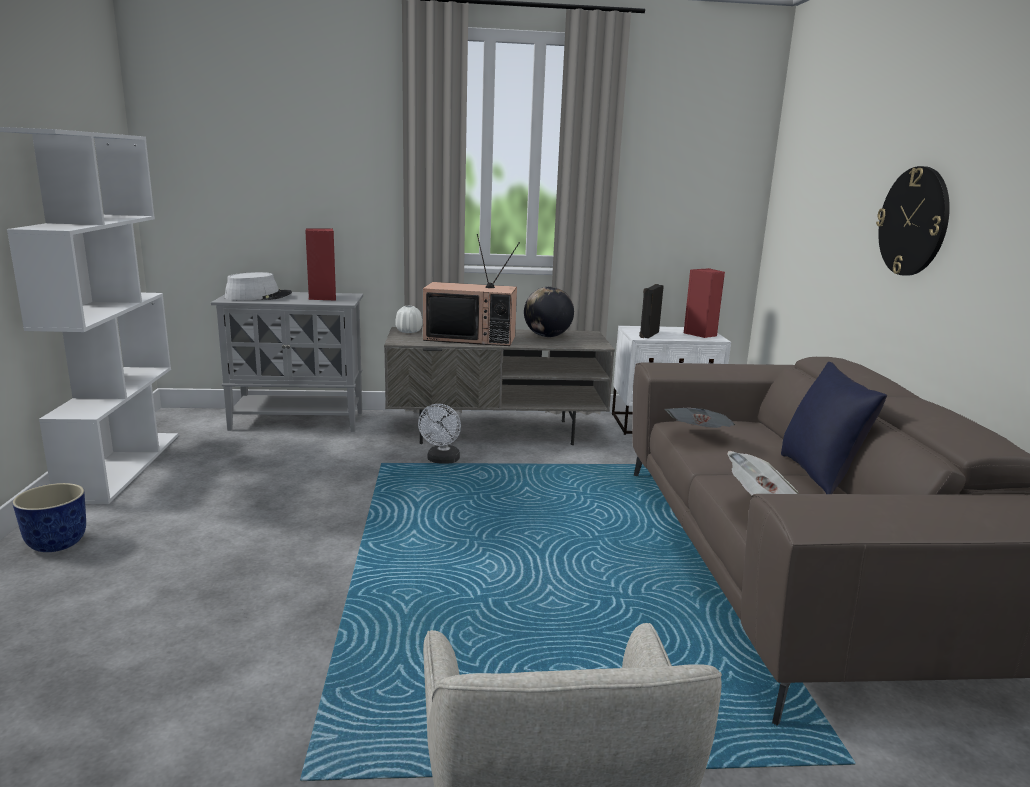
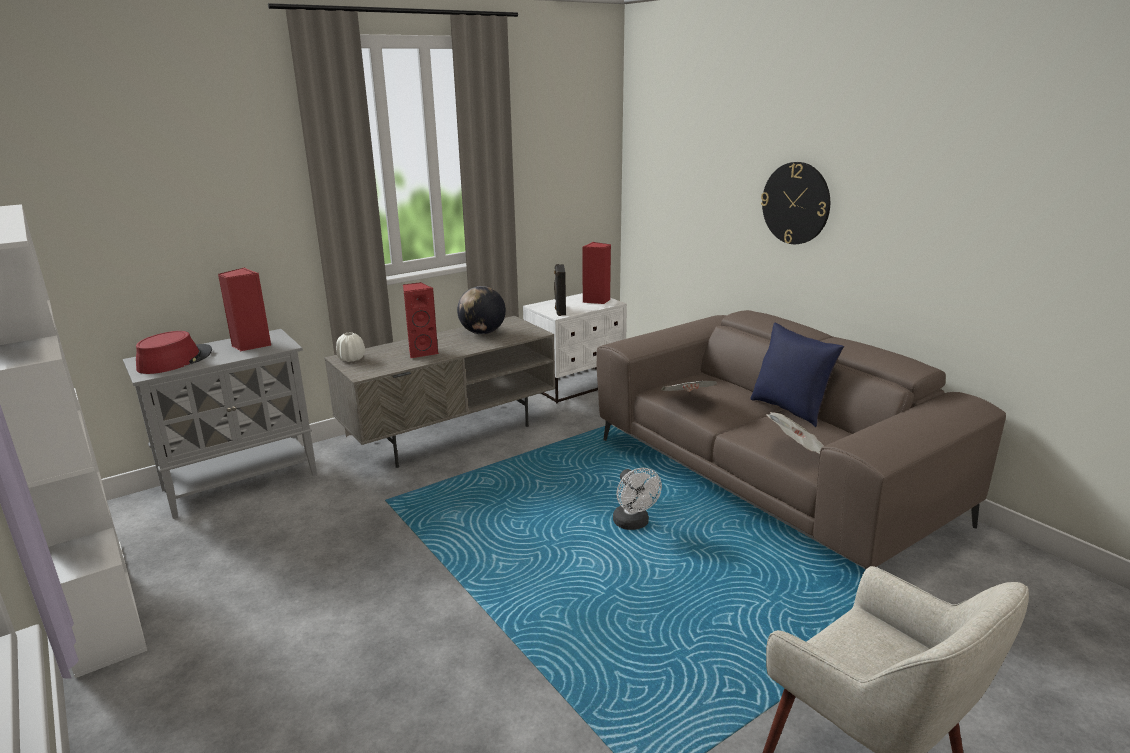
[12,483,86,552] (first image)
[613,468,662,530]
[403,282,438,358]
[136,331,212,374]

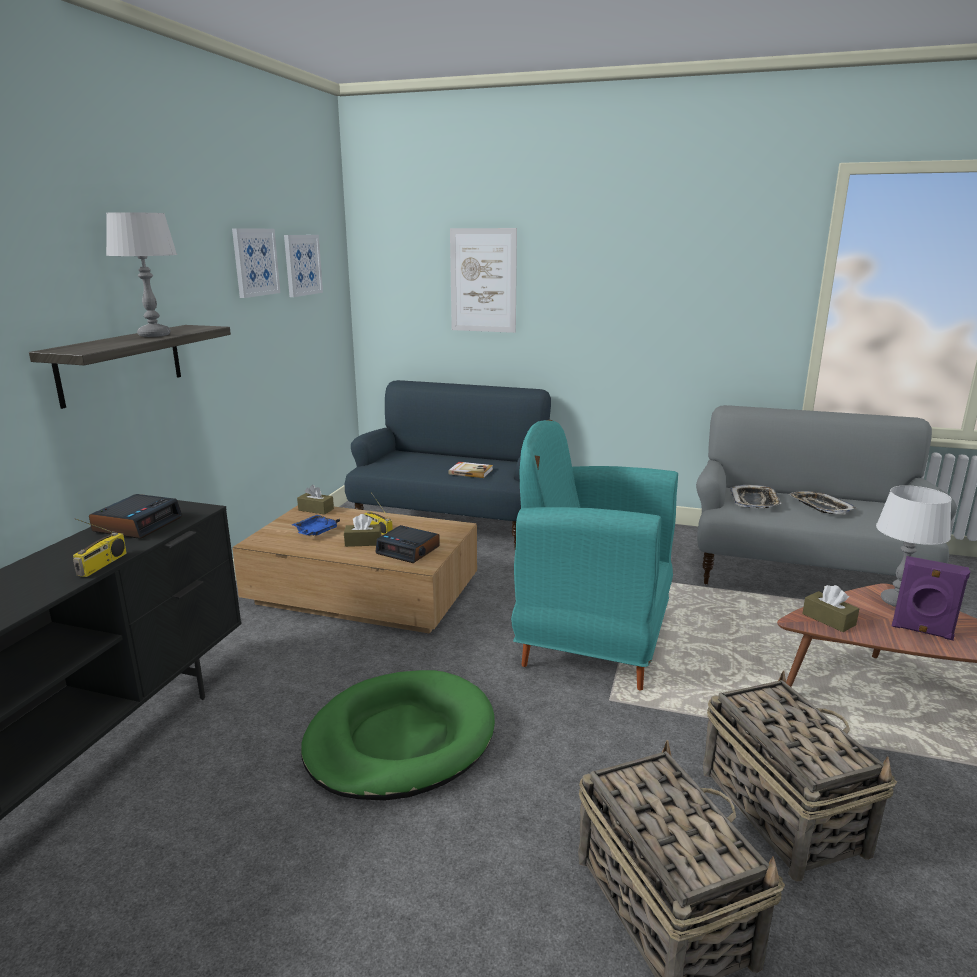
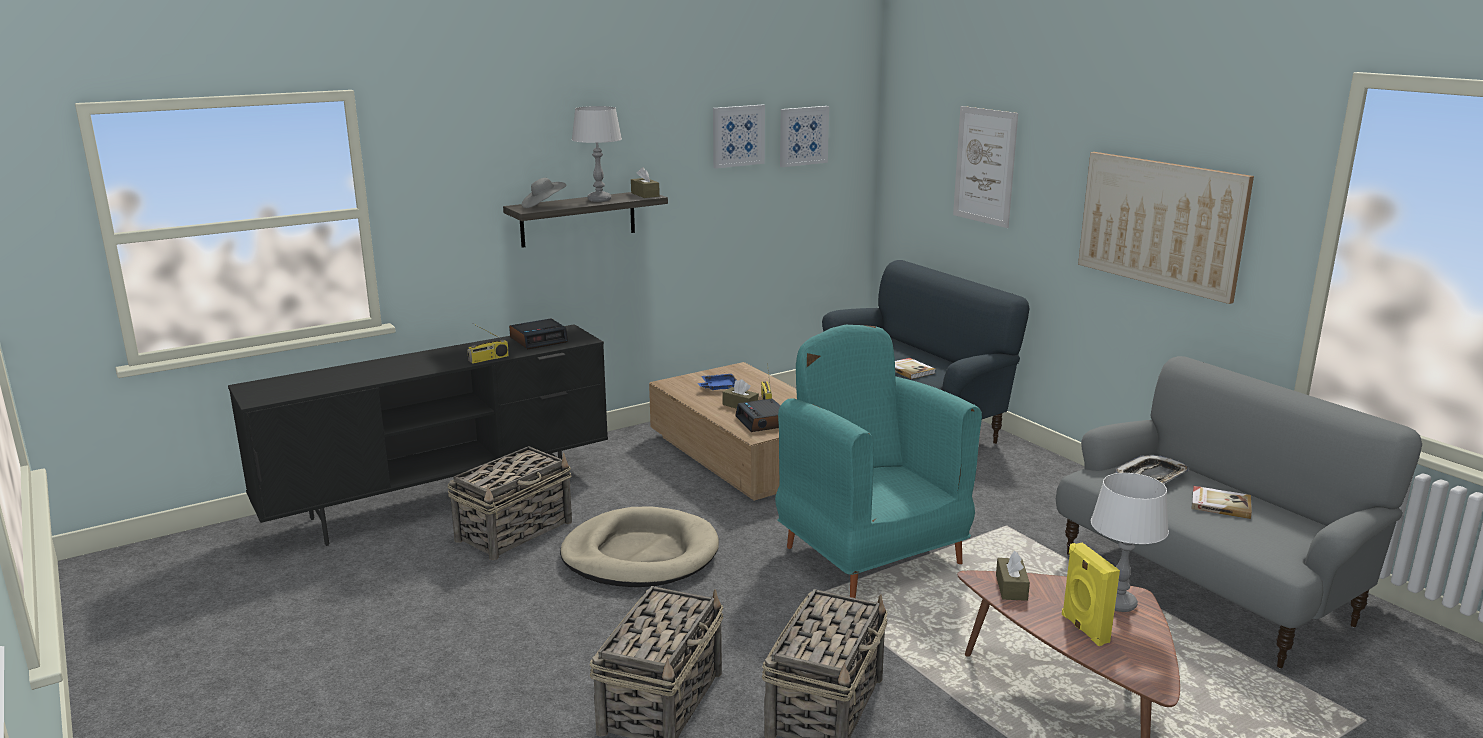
[448,446,572,560]
[522,178,567,208]
[1078,152,1254,304]
[631,167,660,198]
[1191,486,1252,519]
[560,506,719,587]
[1062,543,1120,646]

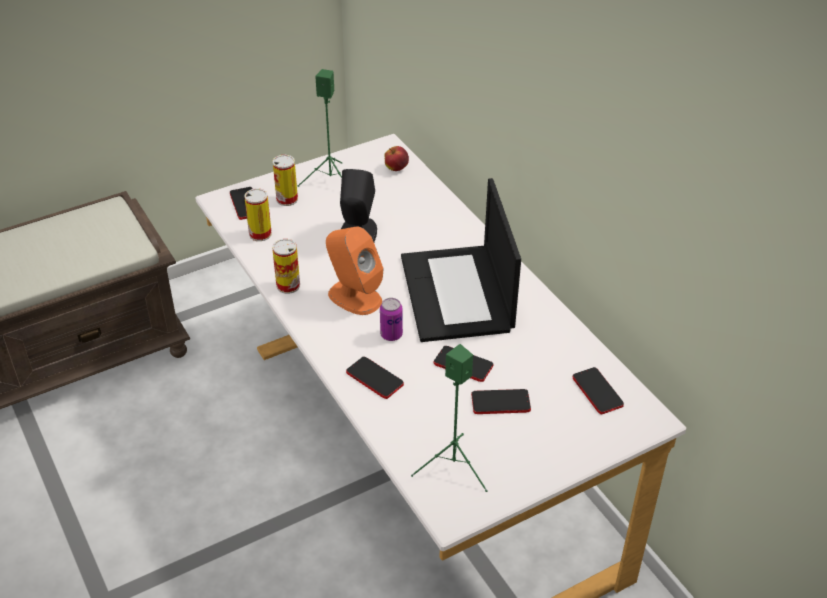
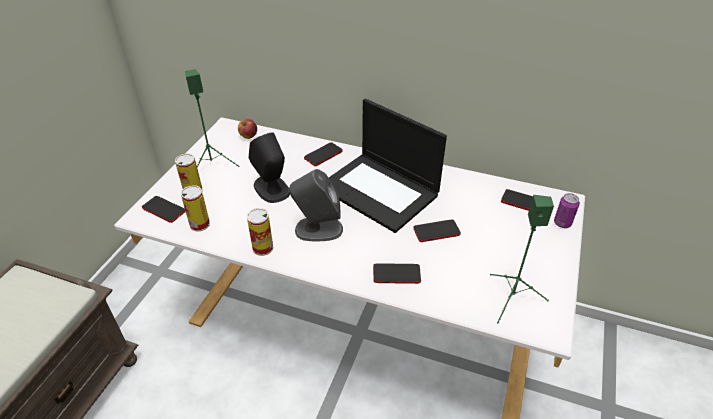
[554,193,580,228]
[304,142,343,166]
[289,169,343,241]

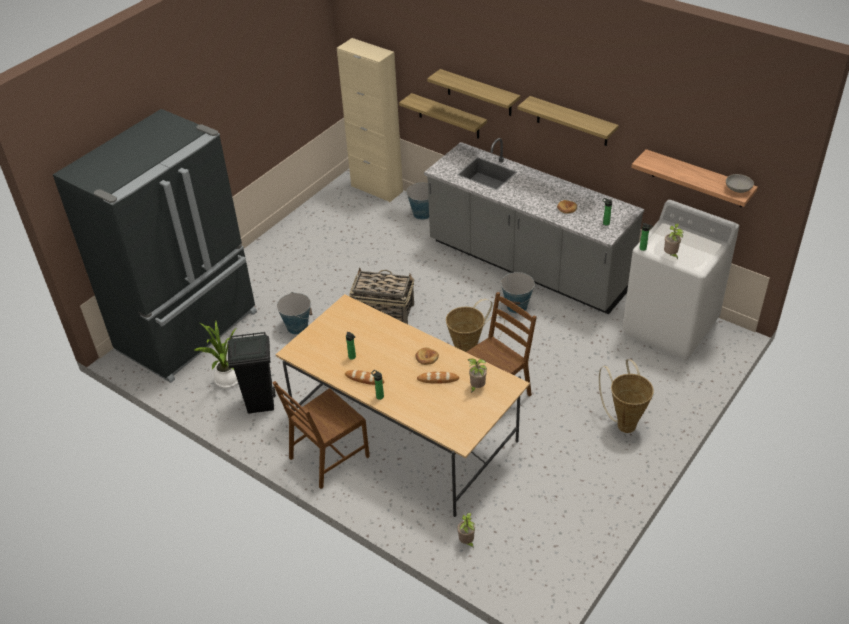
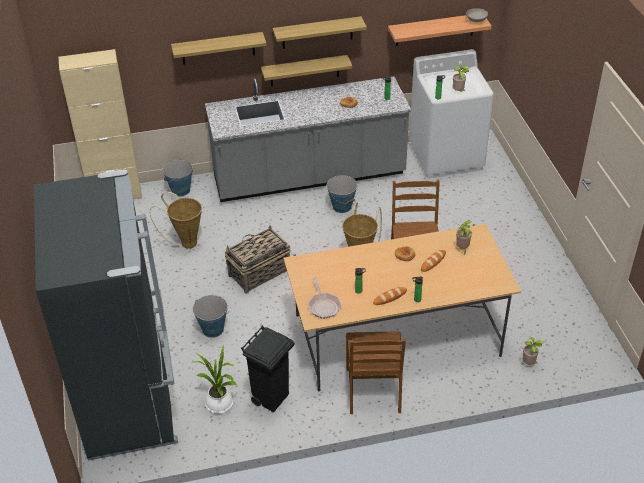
[308,277,342,319]
[261,55,353,86]
[150,192,202,249]

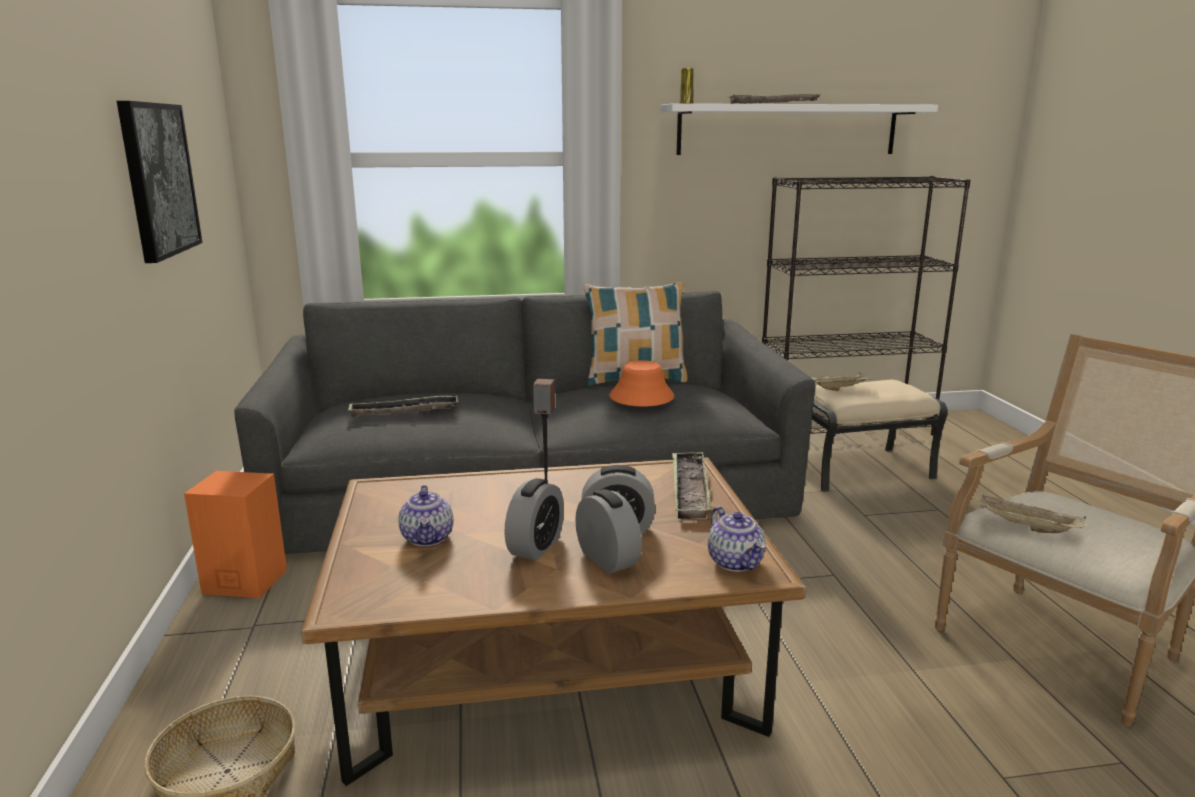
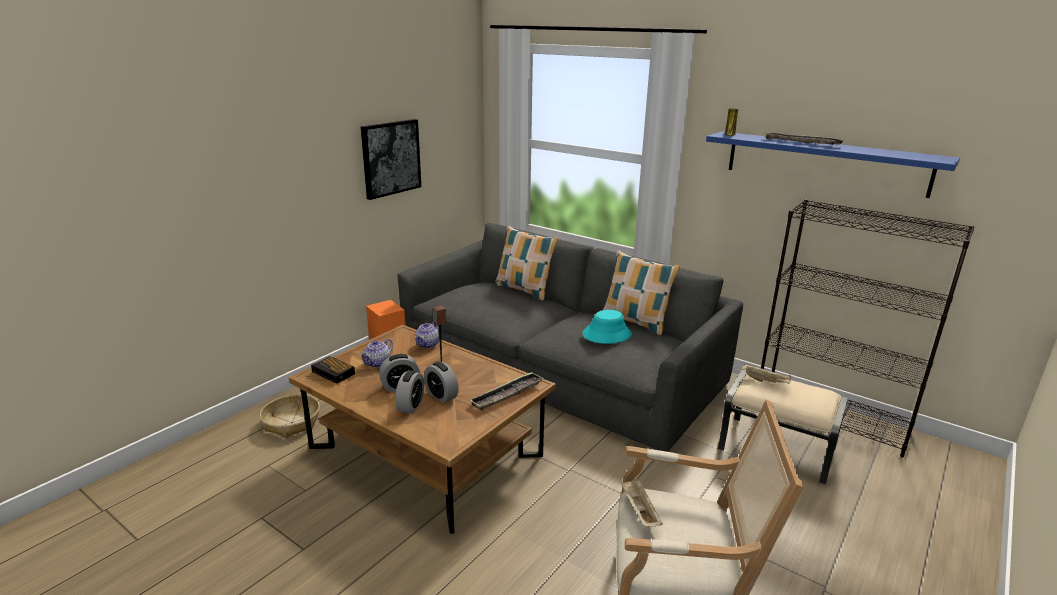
[348,395,458,417] (first image)
[311,356,355,384]
[494,226,558,300]
[415,323,439,348]
[582,310,632,344]
[706,132,960,198]

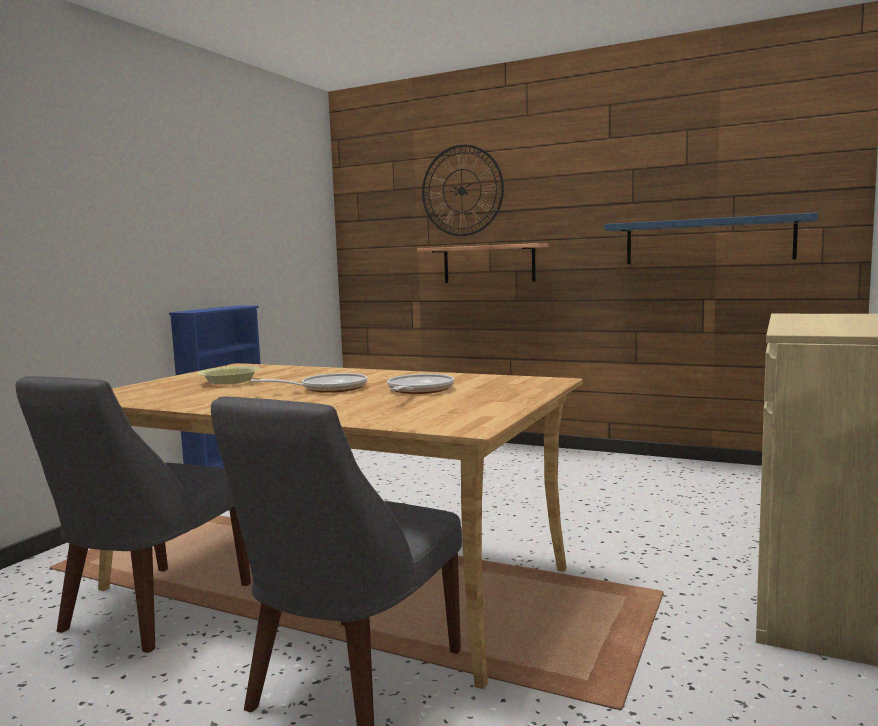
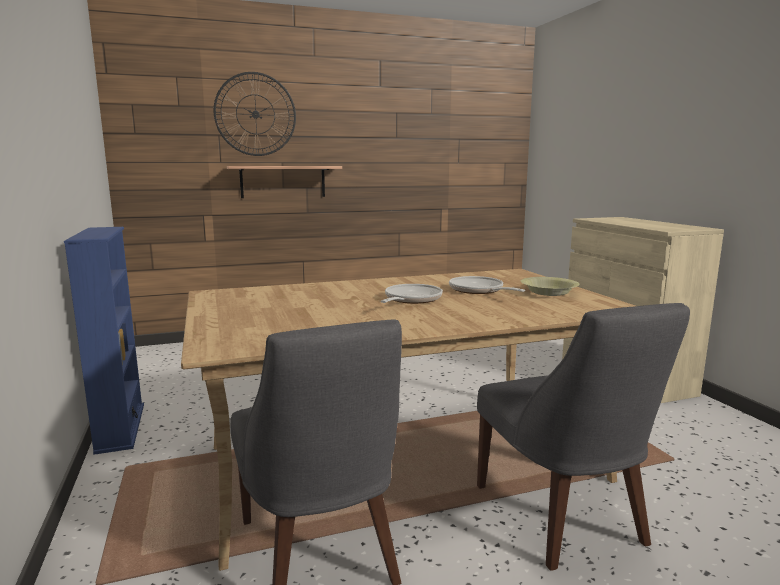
[604,213,818,264] (first image)
[521,277,580,296]

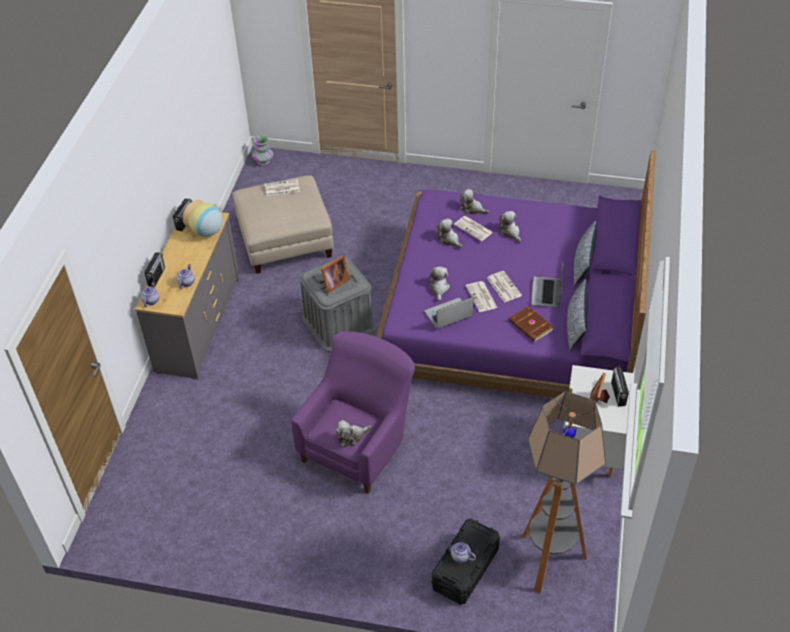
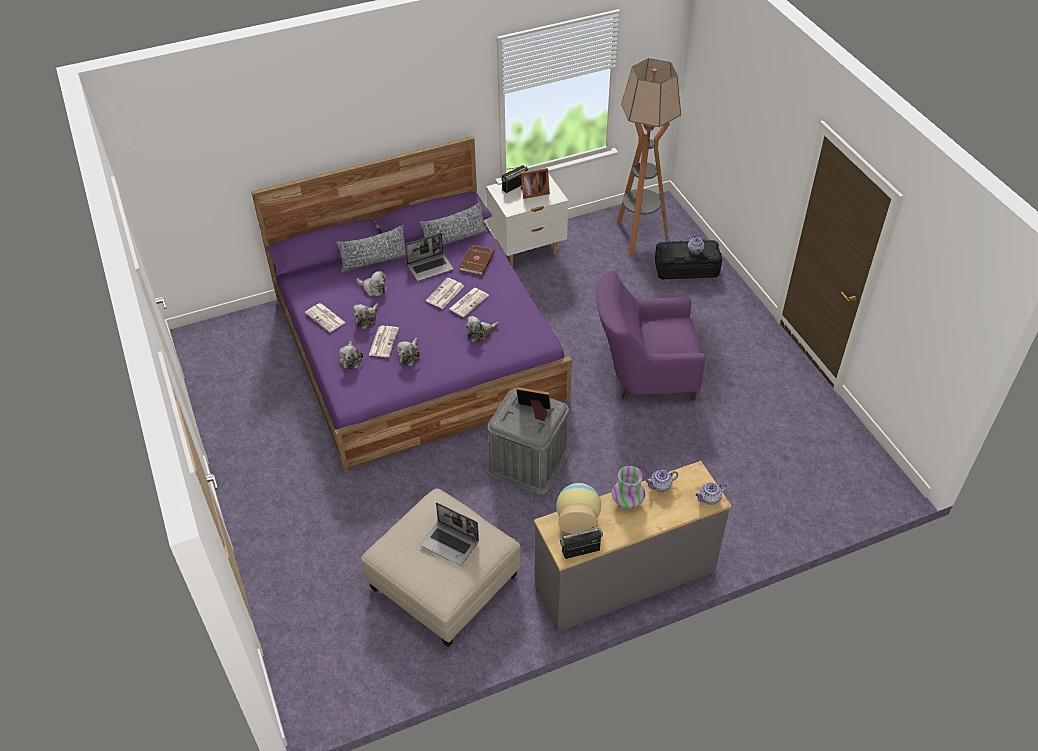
[144,252,165,287] (first image)
[612,466,645,510]
[305,303,346,332]
[357,271,387,296]
[420,502,479,566]

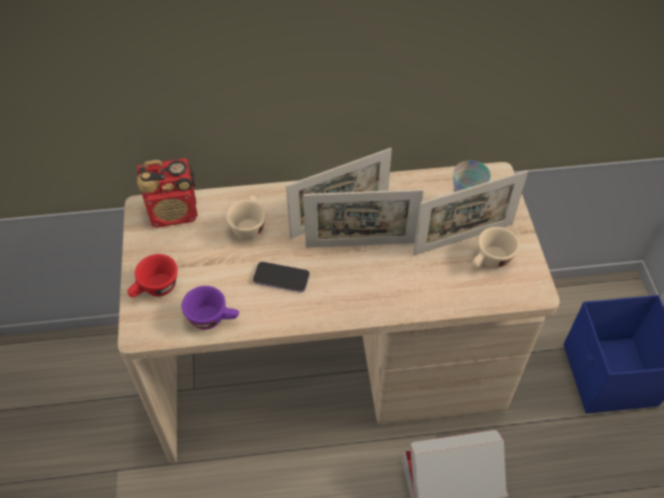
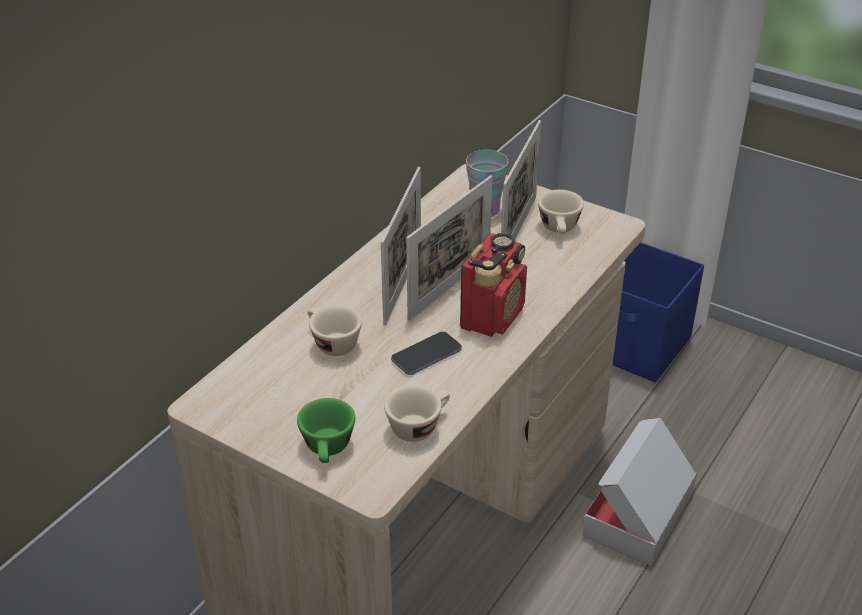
[460,233,527,337]
[297,398,355,463]
[384,385,450,442]

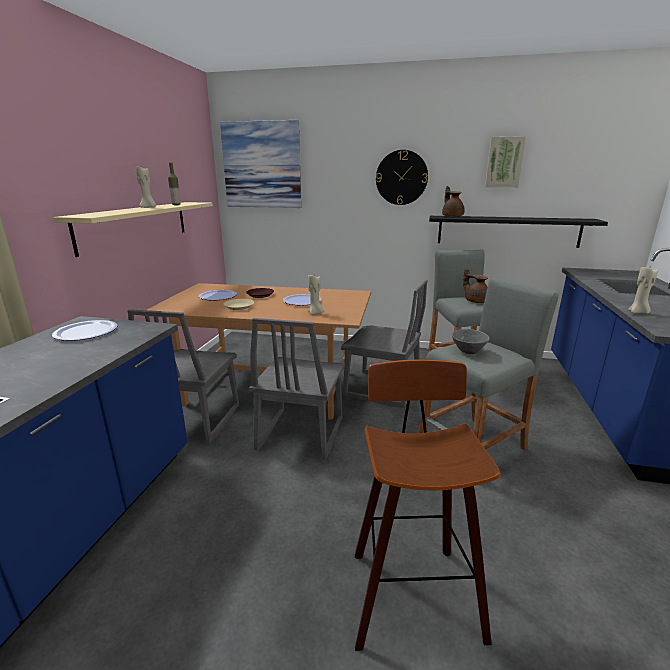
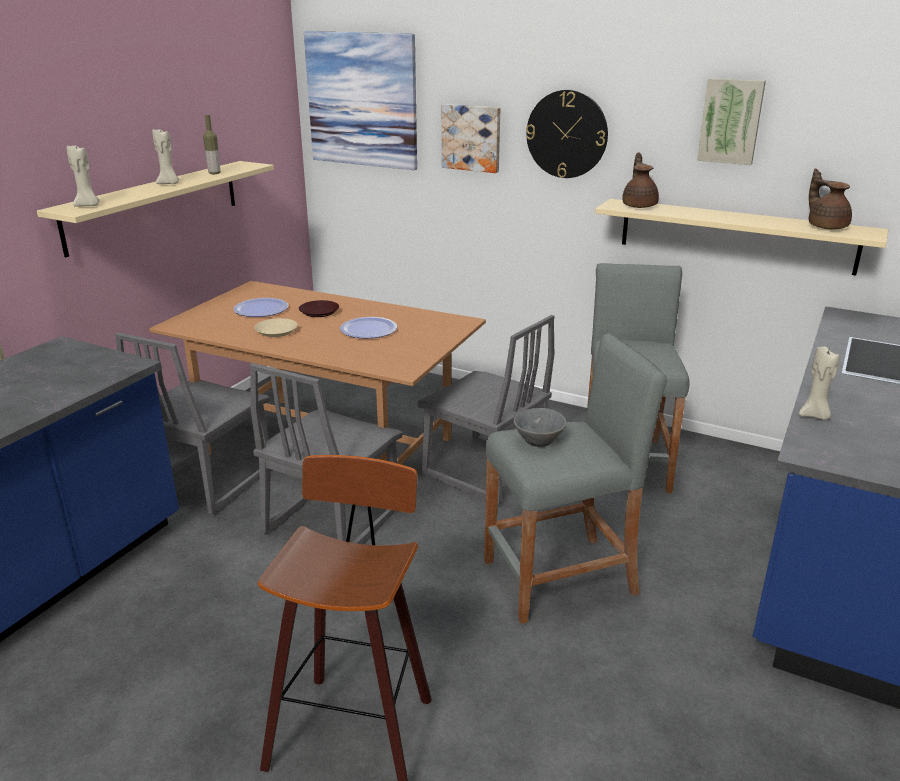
[52,320,117,341] (first image)
[442,104,500,173]
[66,146,100,207]
[809,169,852,229]
[595,199,888,276]

